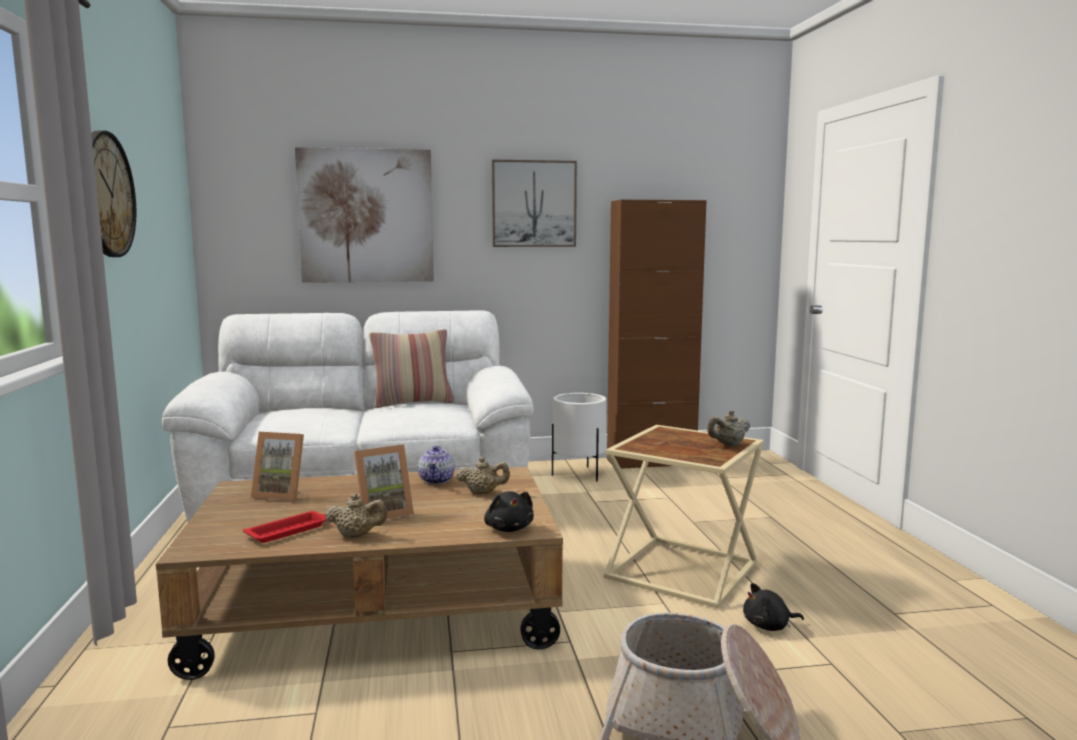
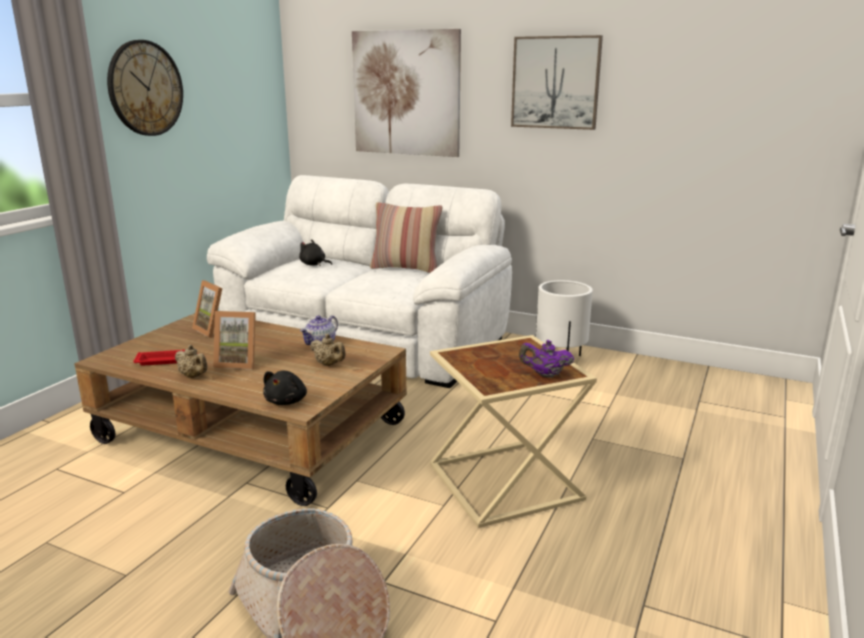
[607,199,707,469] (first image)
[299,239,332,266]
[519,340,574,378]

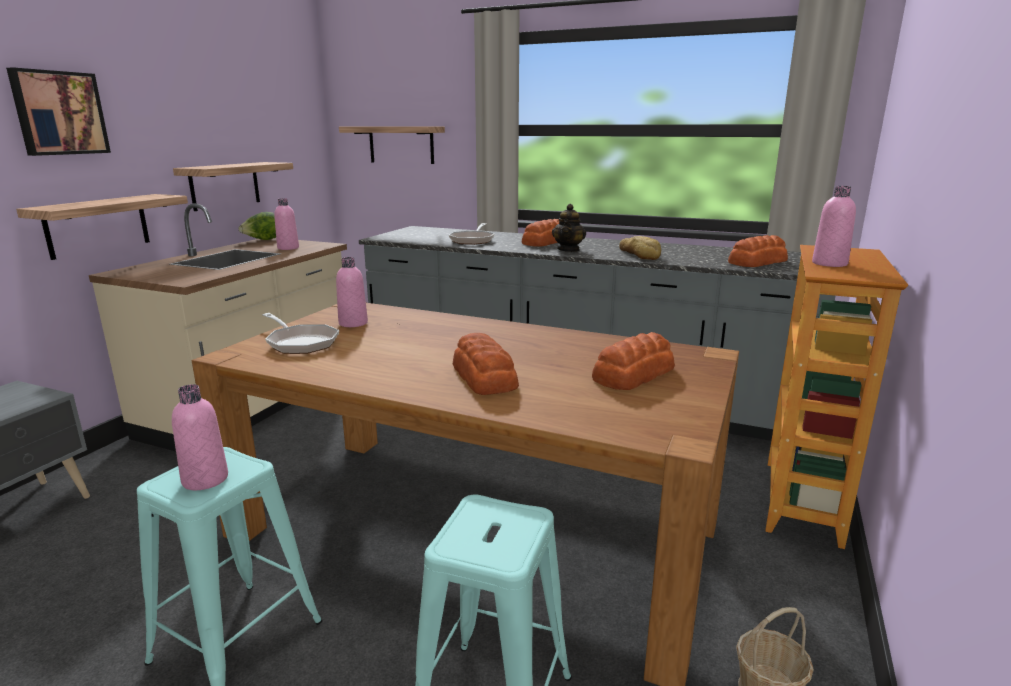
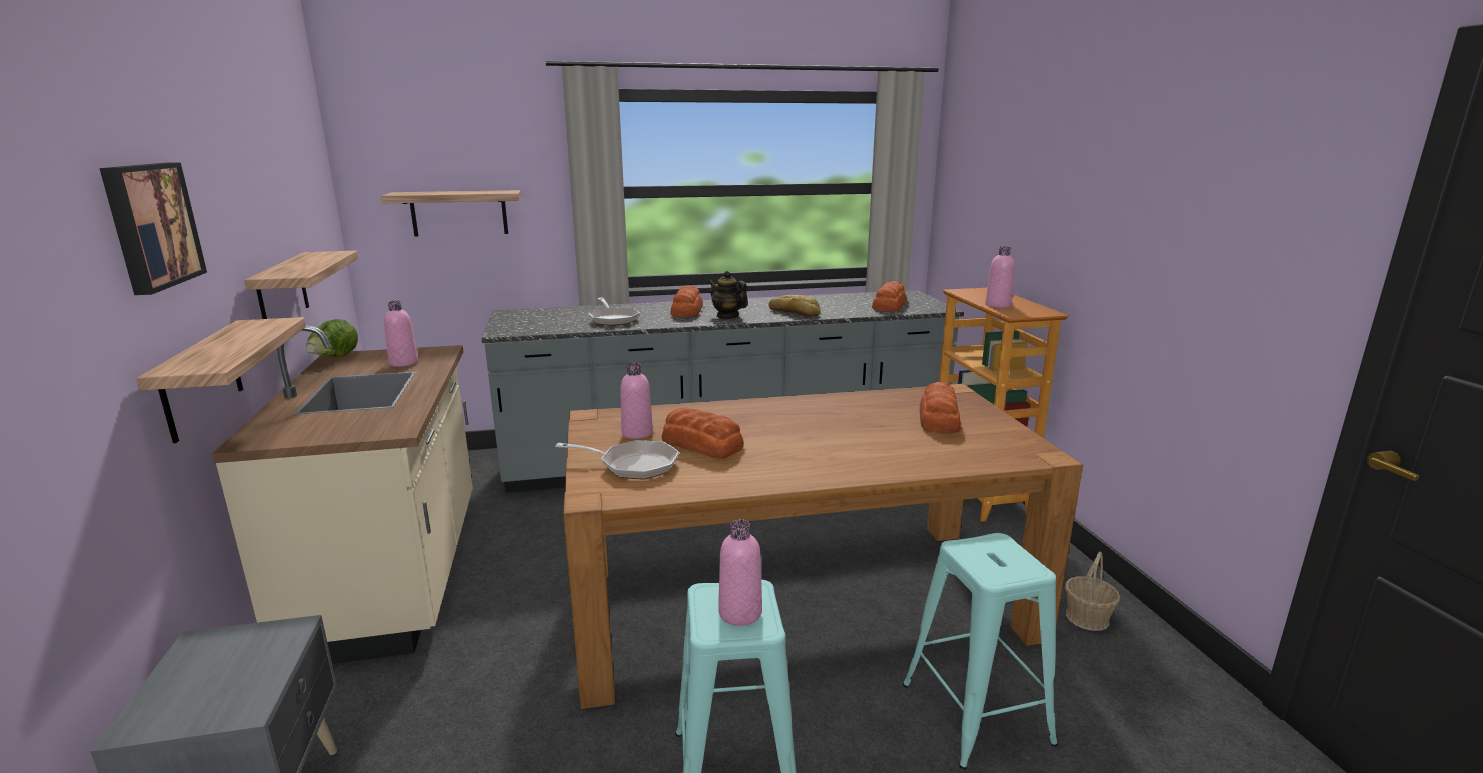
[662,407,744,458]
[708,271,748,319]

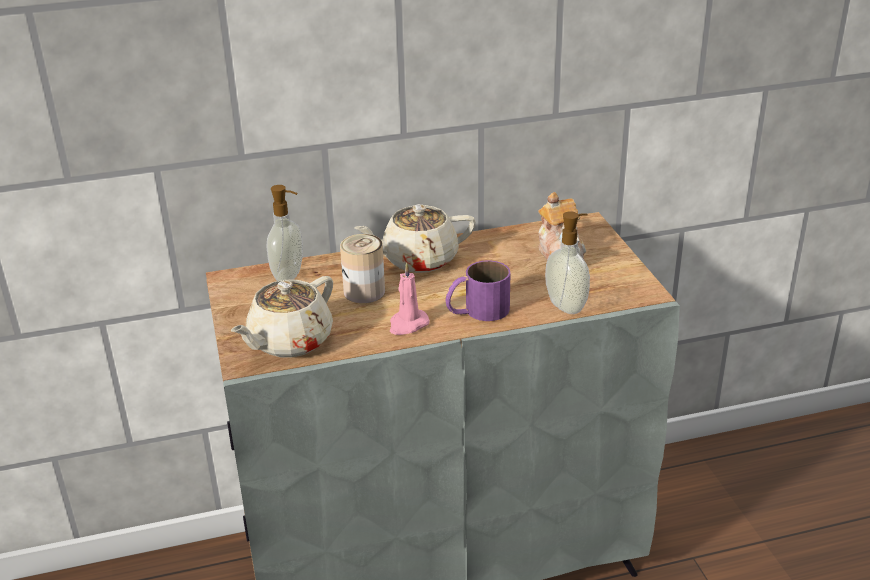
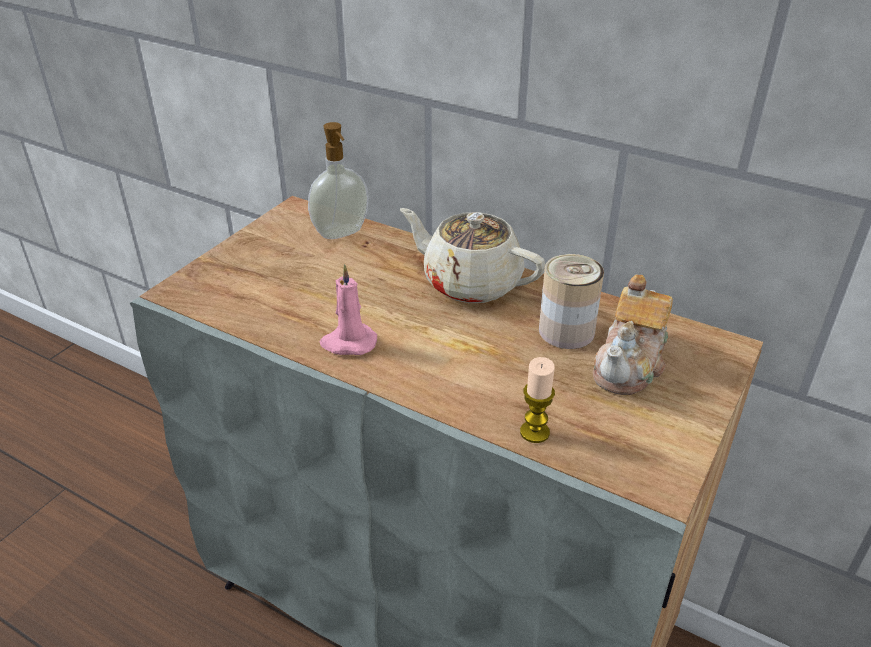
[231,276,333,358] (first image)
[446,260,510,321] (first image)
[539,254,604,349]
[520,357,555,443]

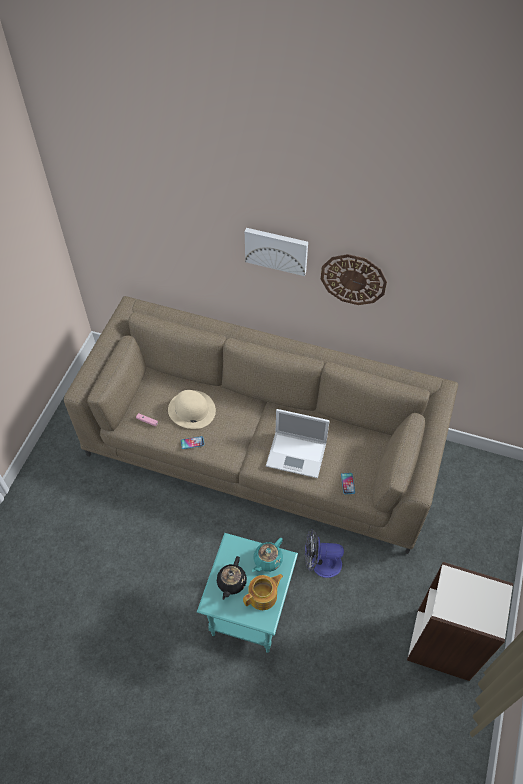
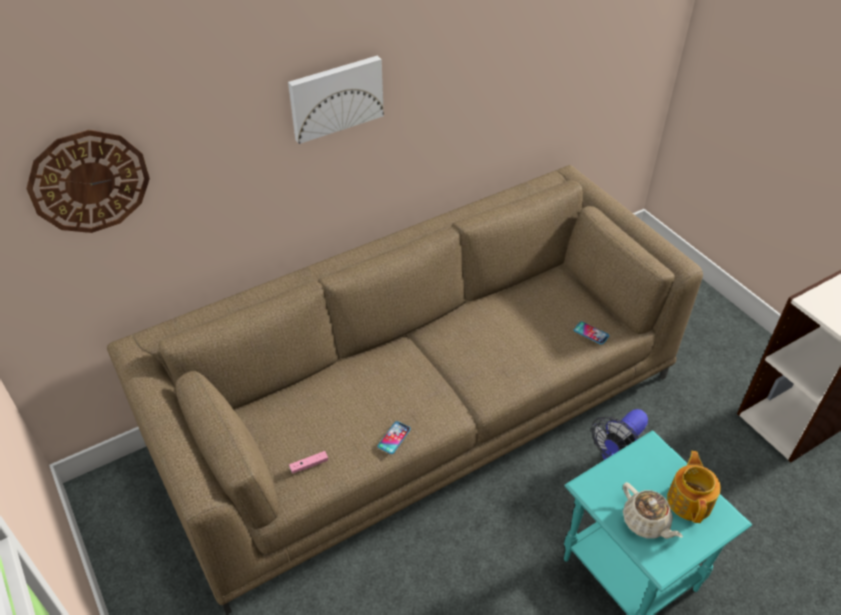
[168,390,216,429] (first image)
[252,537,283,572] (first image)
[266,409,330,478] (first image)
[26,130,150,233]
[623,482,683,539]

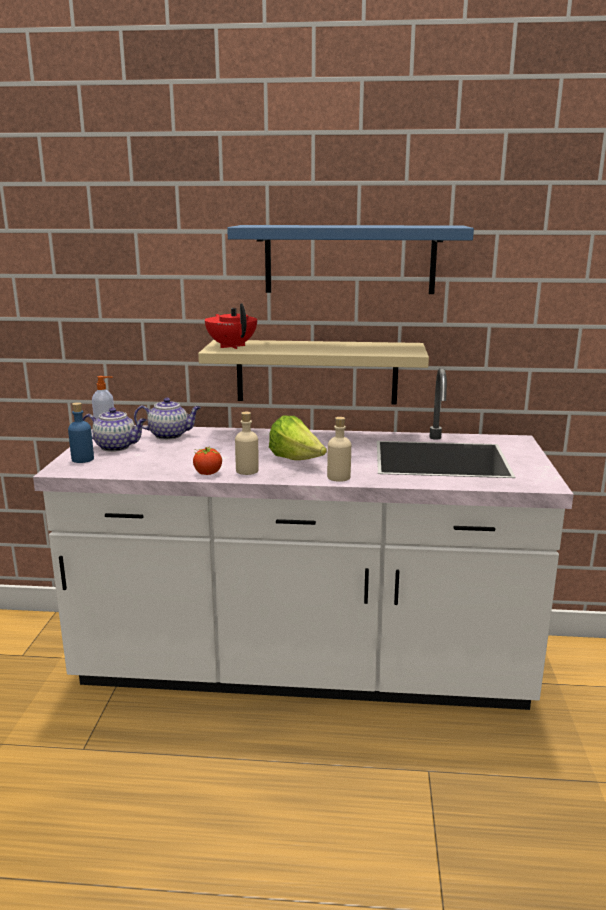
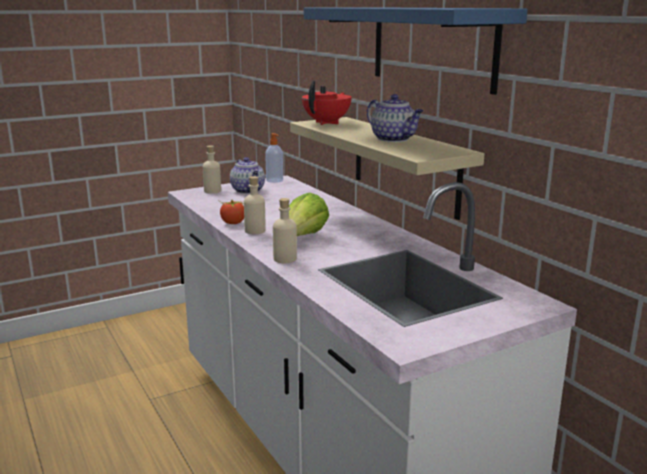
[367,94,423,142]
[203,146,221,194]

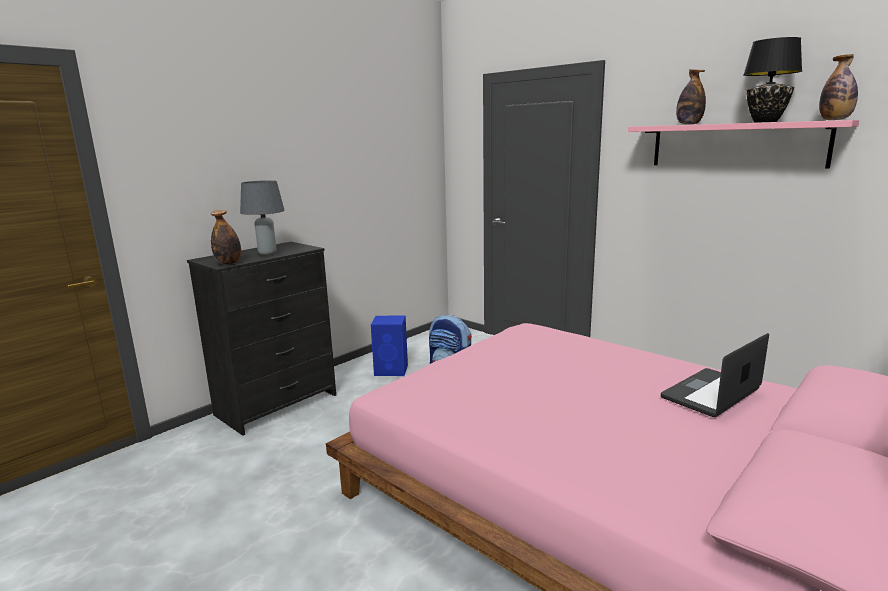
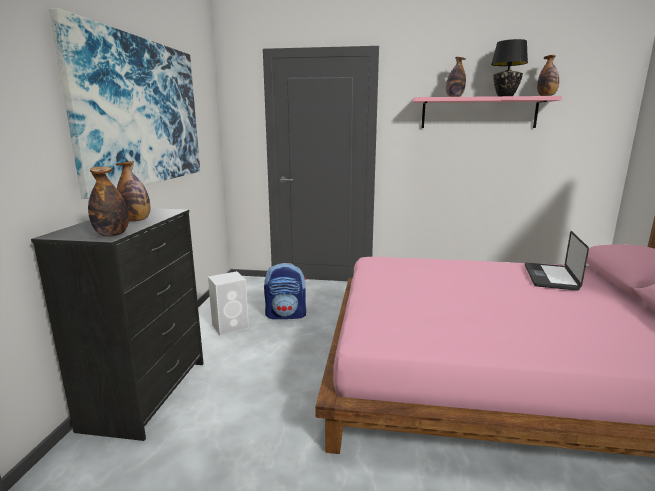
[49,8,200,199]
[116,161,150,222]
[208,271,249,336]

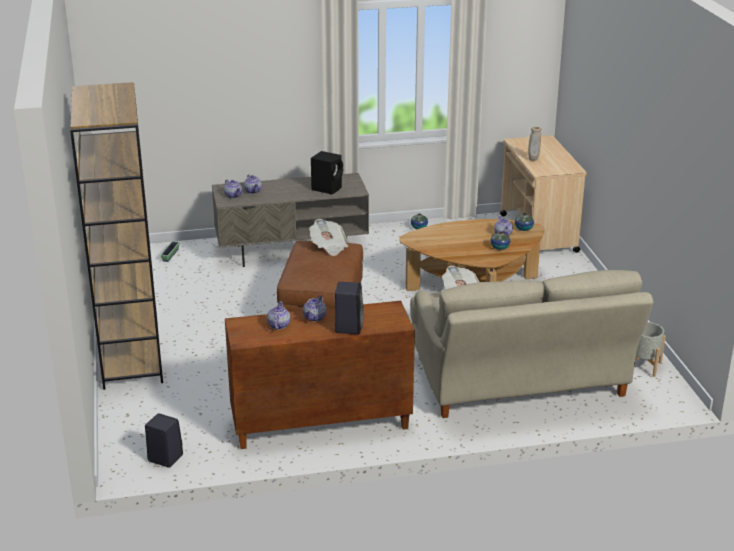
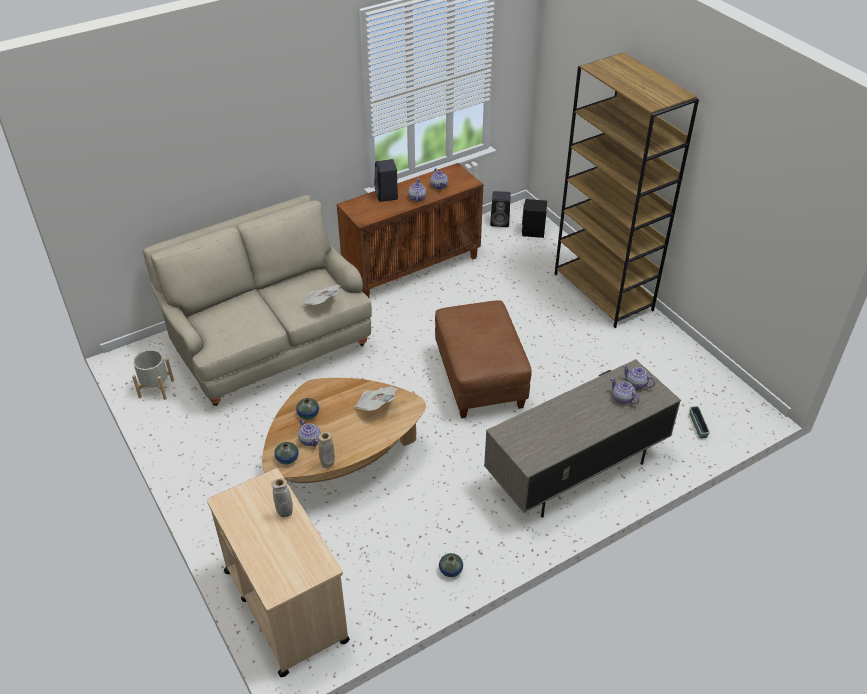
[318,432,335,468]
[354,386,398,411]
[522,199,547,238]

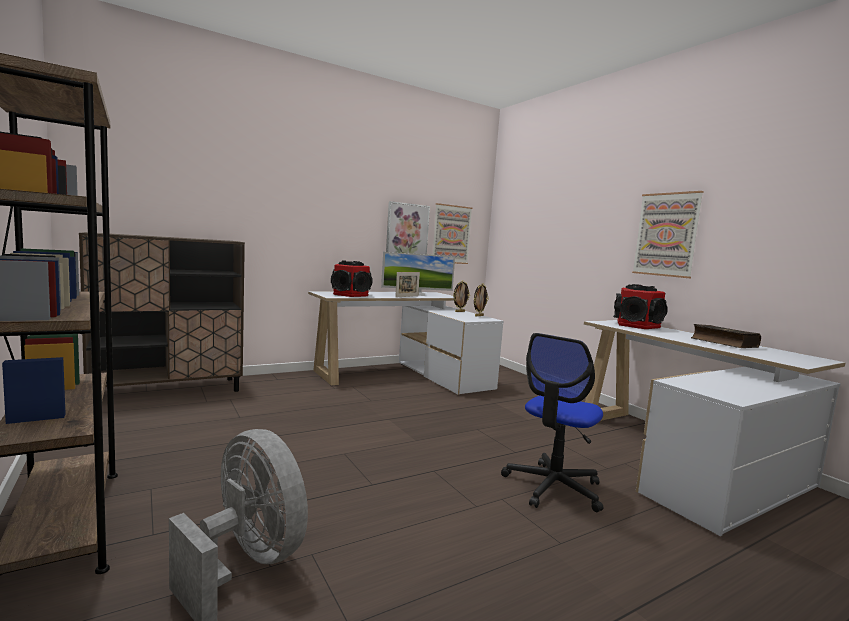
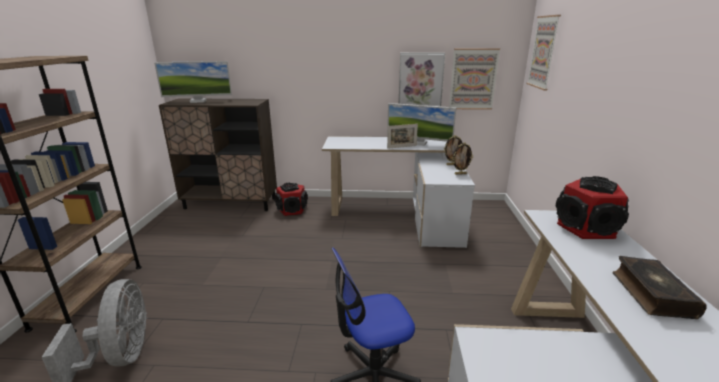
[154,61,232,103]
[274,183,308,216]
[526,15,561,91]

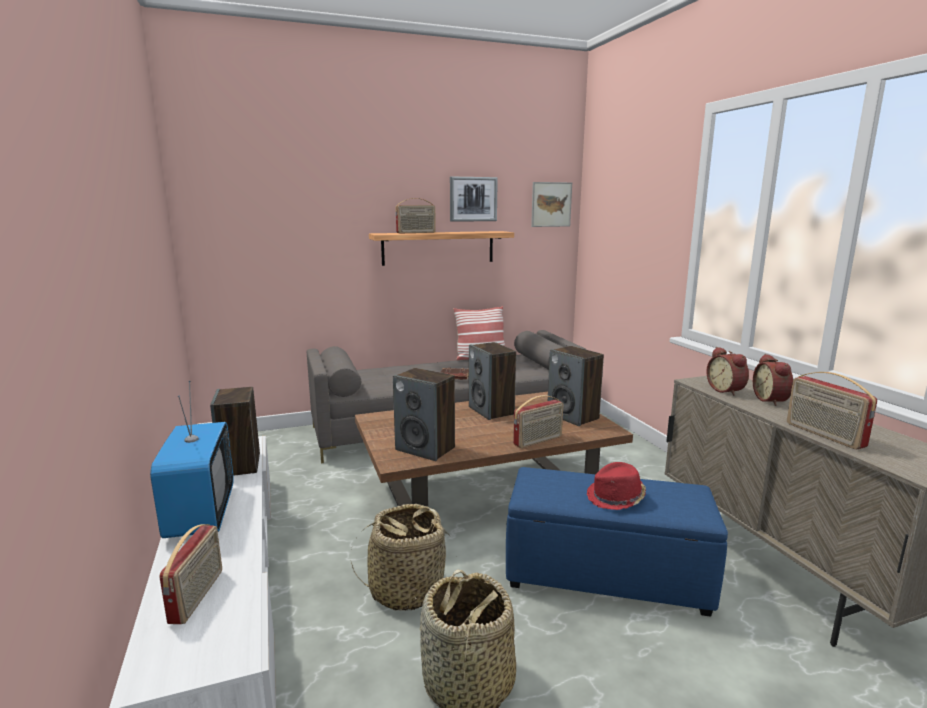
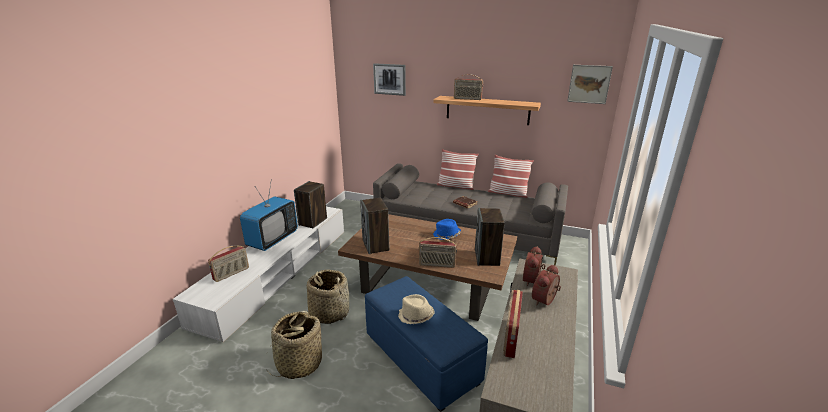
[437,149,478,190]
[373,63,406,96]
[433,219,461,240]
[398,294,435,324]

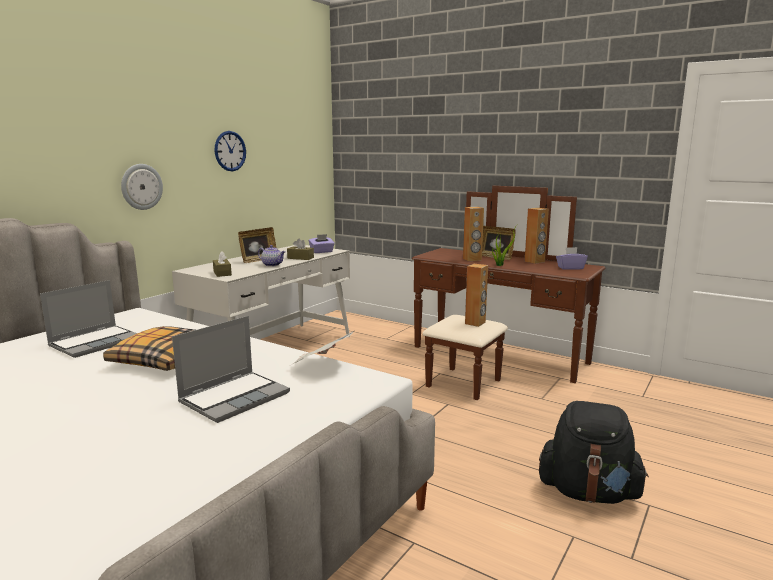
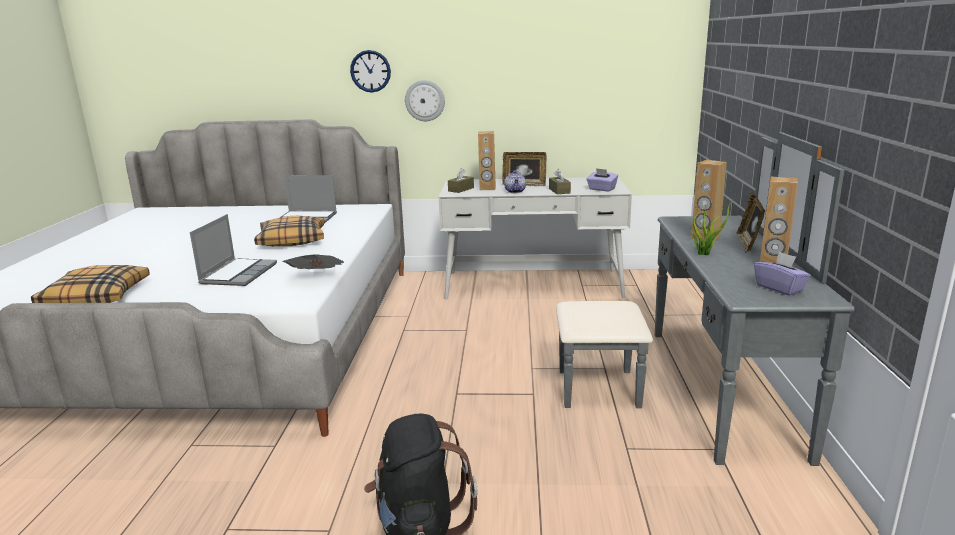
[31,265,150,303]
[350,50,391,92]
[478,131,496,190]
[556,132,854,466]
[190,214,277,286]

